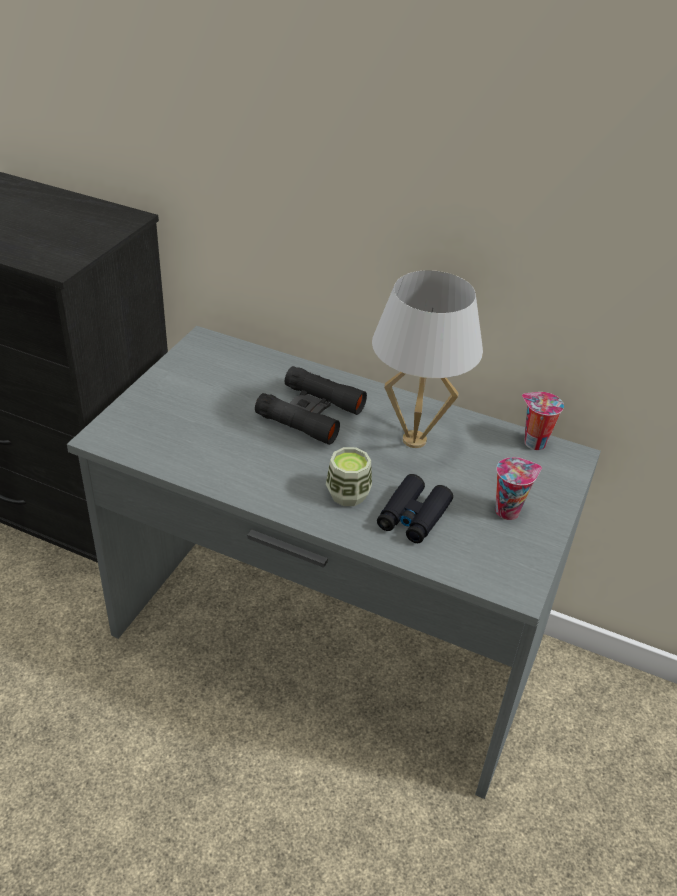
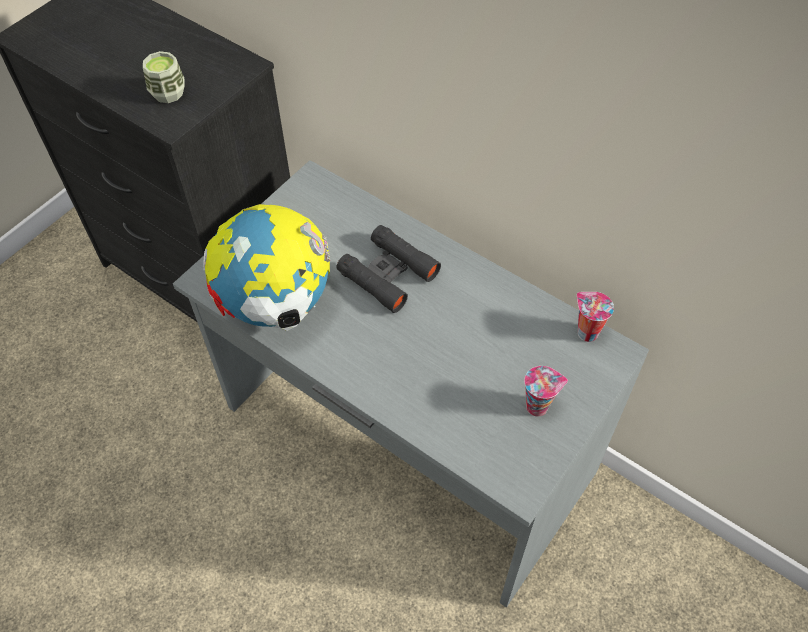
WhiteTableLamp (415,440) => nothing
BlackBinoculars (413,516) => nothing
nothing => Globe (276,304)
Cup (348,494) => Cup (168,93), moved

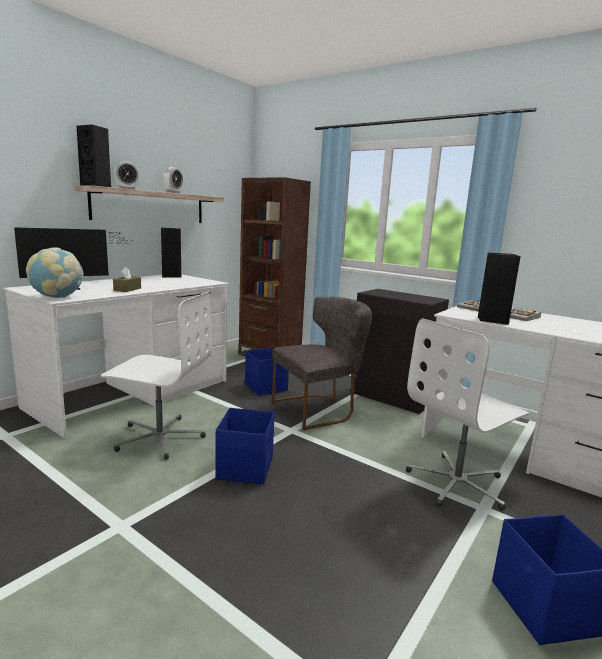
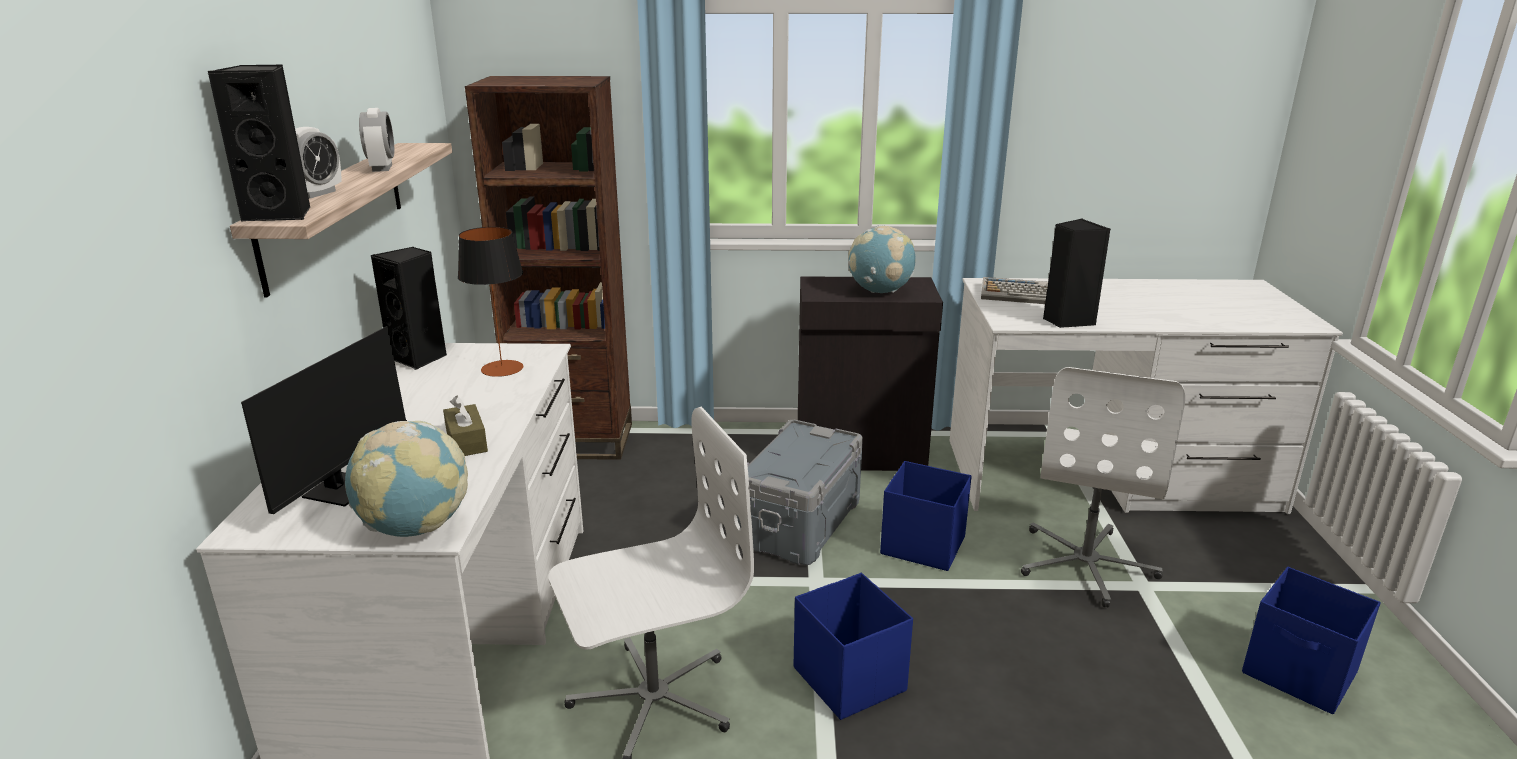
nothing => TableLamp (502,368)
nothing => Globe (880,291)
BlueStorageBox (266,387) => BlueStorageBox (922,545), moved
GreyChair (319,409) => GreyStorageBox (800,522)

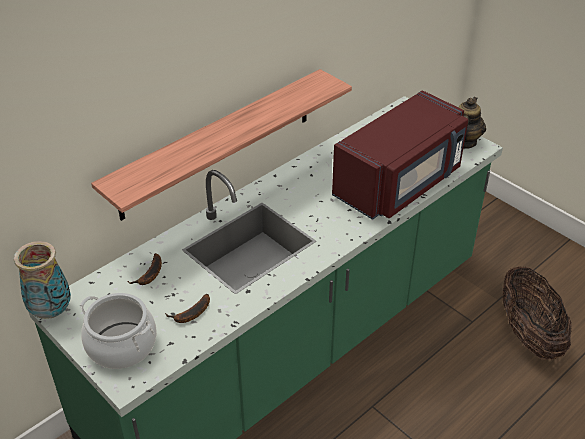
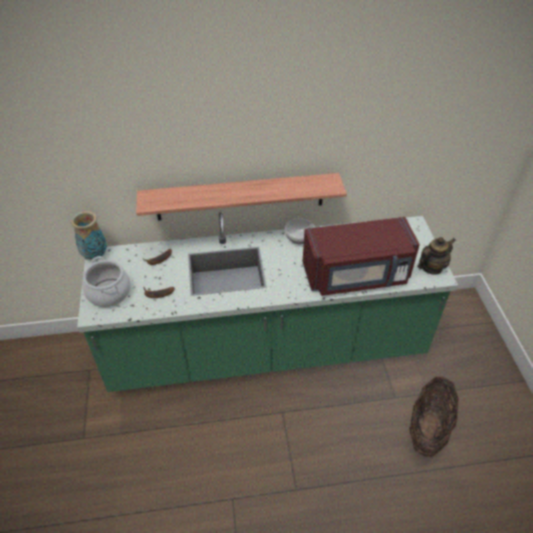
nothing => Bowl (299,238)

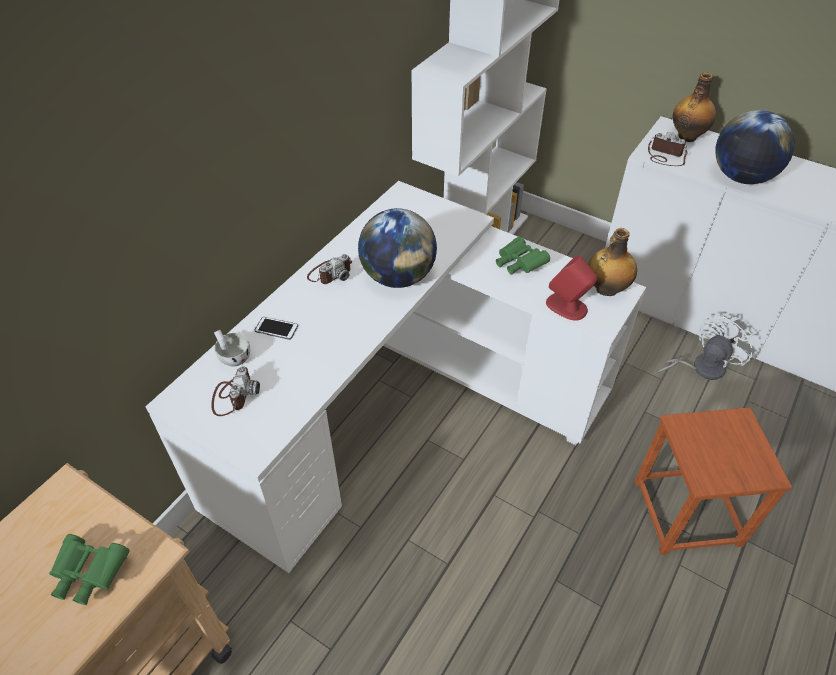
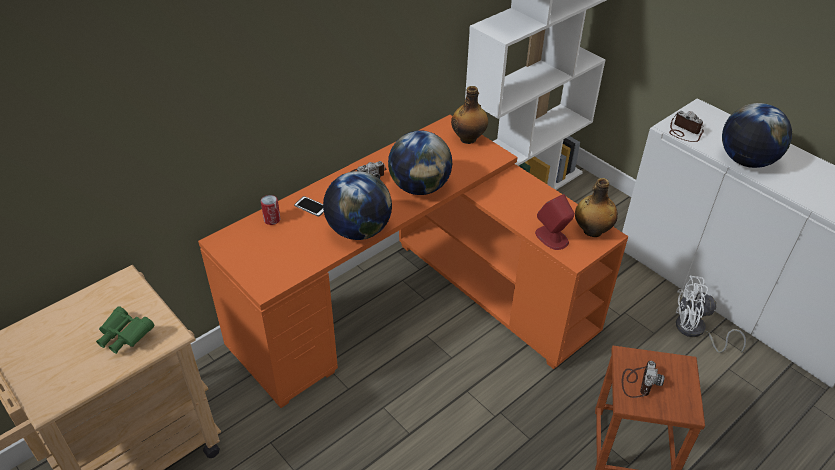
GreenBinoculars (518,264) => nothing
nothing => Globe (358,230)
PhotoCamera (233,396) => PhotoCamera (638,382), moved
Bottle (687,136) => Bottle (468,138), moved
WhiteCup (233,356) => Can (272,219)
WhiteDesk (402,408) => OrangeDesk (414,306)
WhiteFan (700,367) => WhiteFan (695,331), 150 degrees counterclockwise

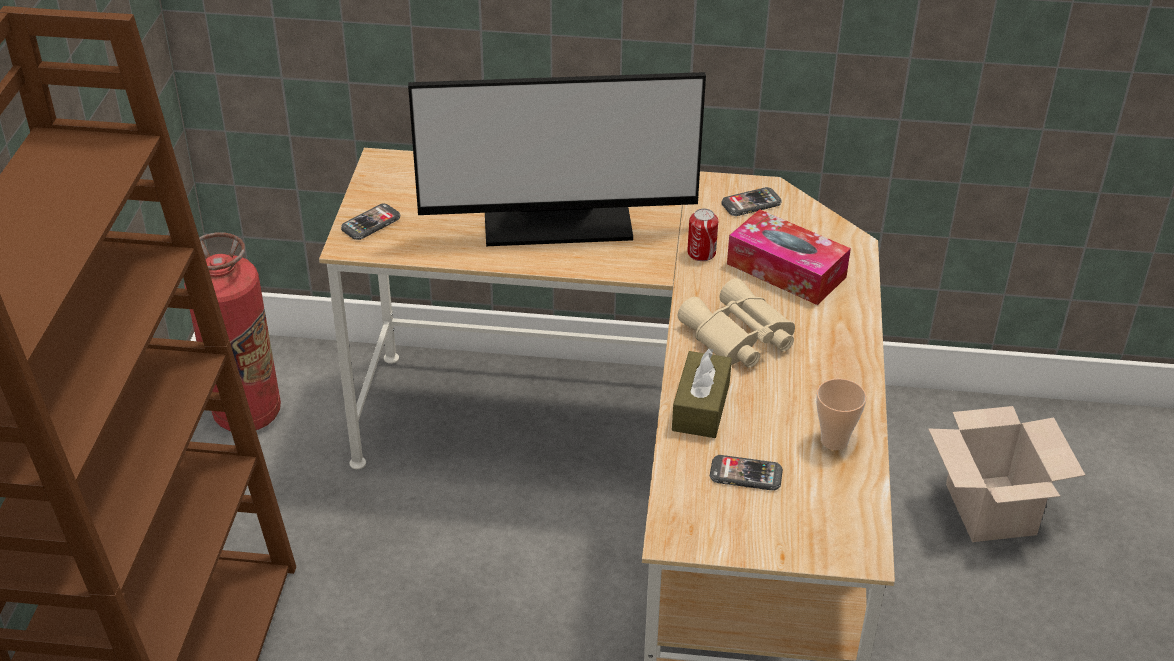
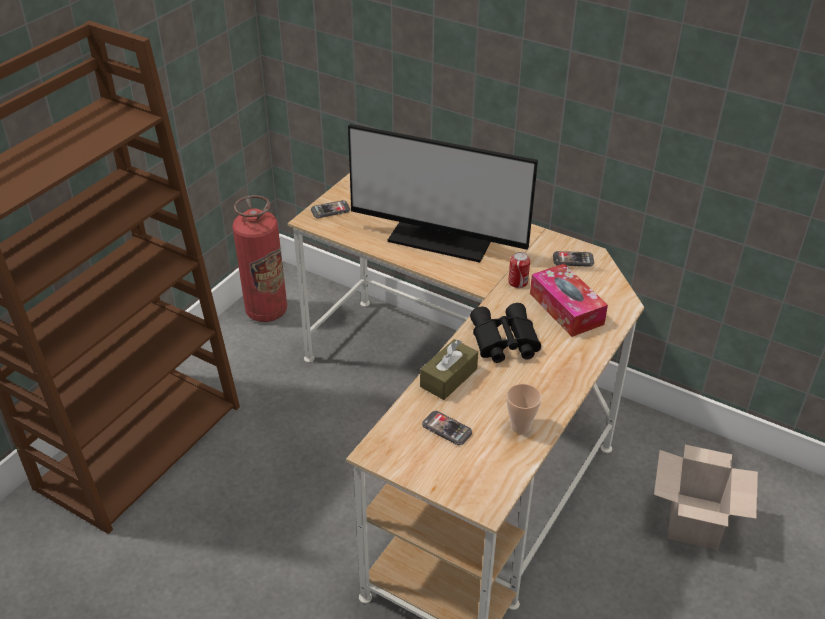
BeigeBinoculars (737,337) => BlackBinoculars (503,342)

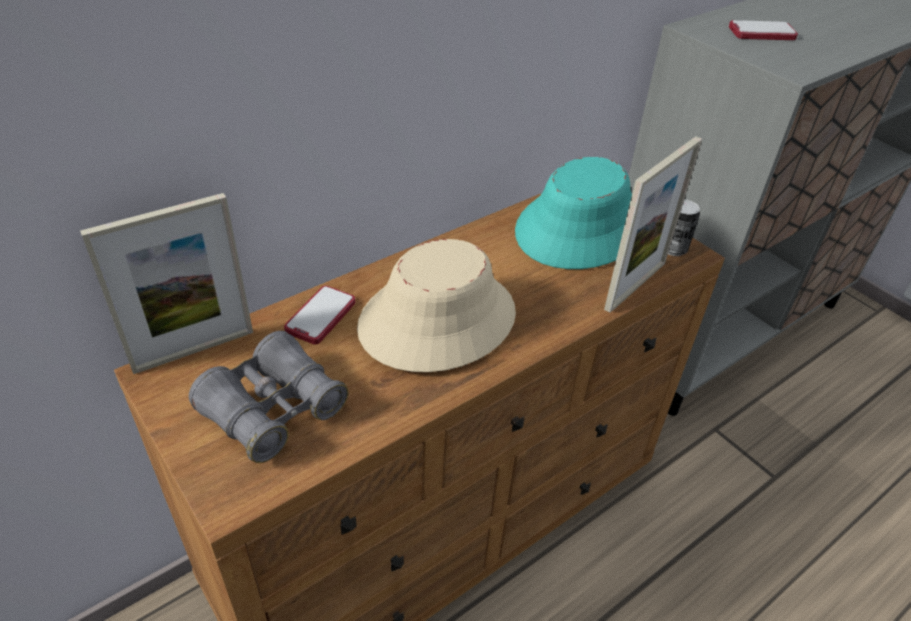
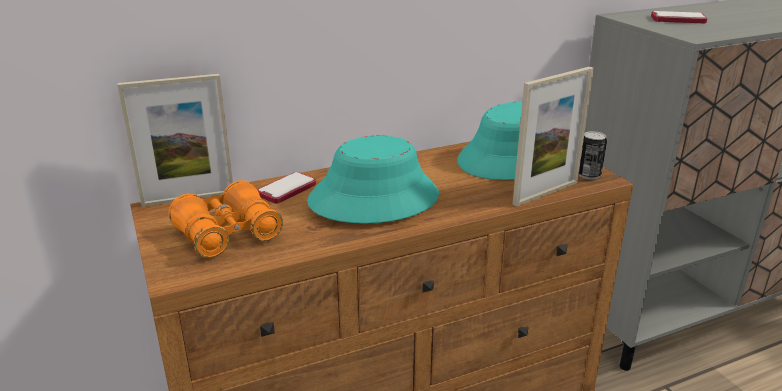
GreyBinoculars (273,410) => OrangeBinoculars (228,234)
BeigeHat (437,319) => TurquoiseHat (374,198)

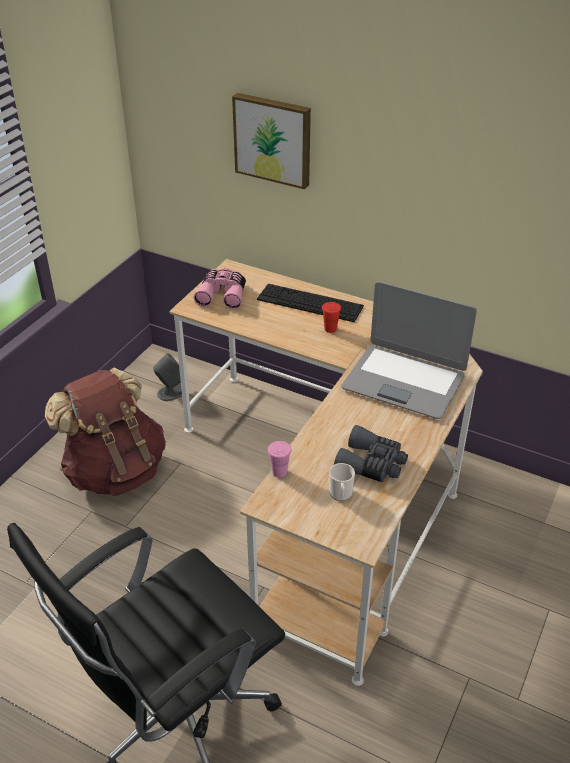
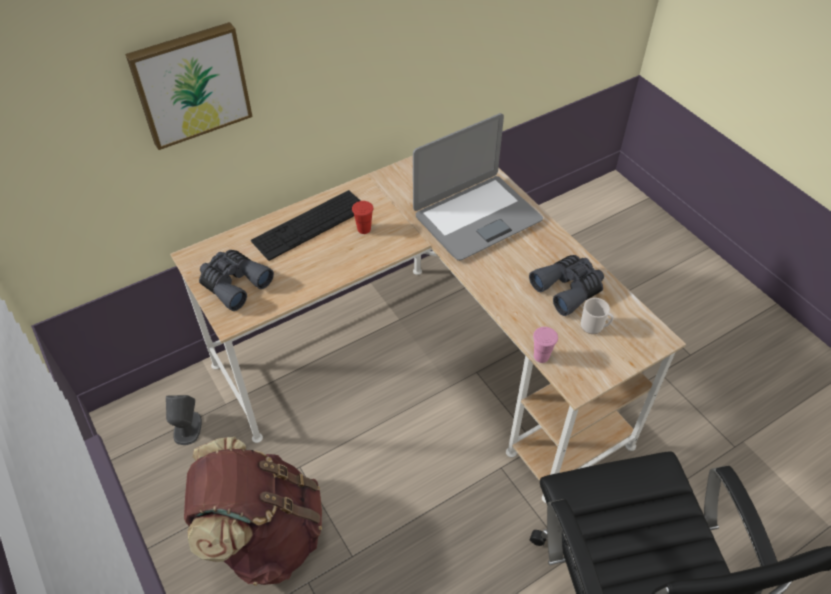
PinkBinoculars (222,294) => GreyBinoculars (234,283)

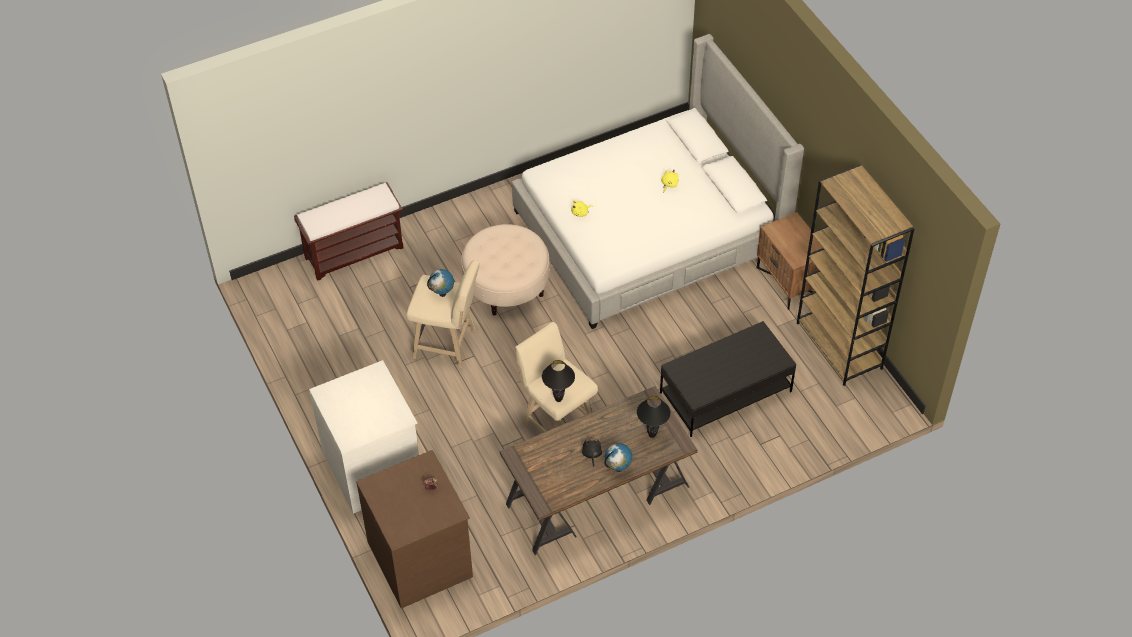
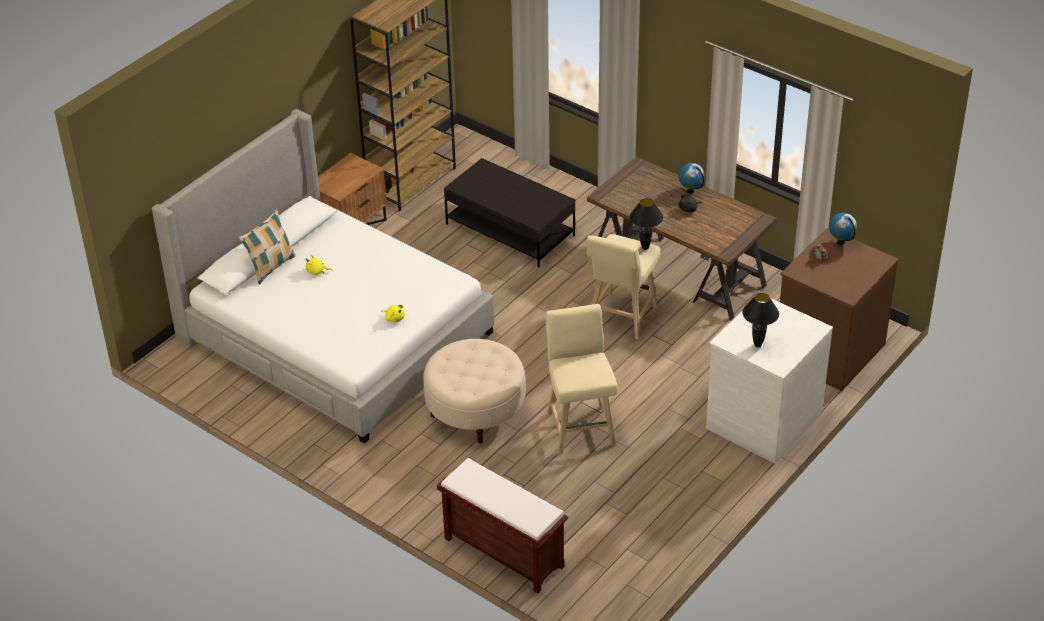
nothing => Pillow (271,267)
Globe (442,293) => Globe (841,242), moved
BlackTableLamp (652,435) => BlackTableLamp (757,345), moved

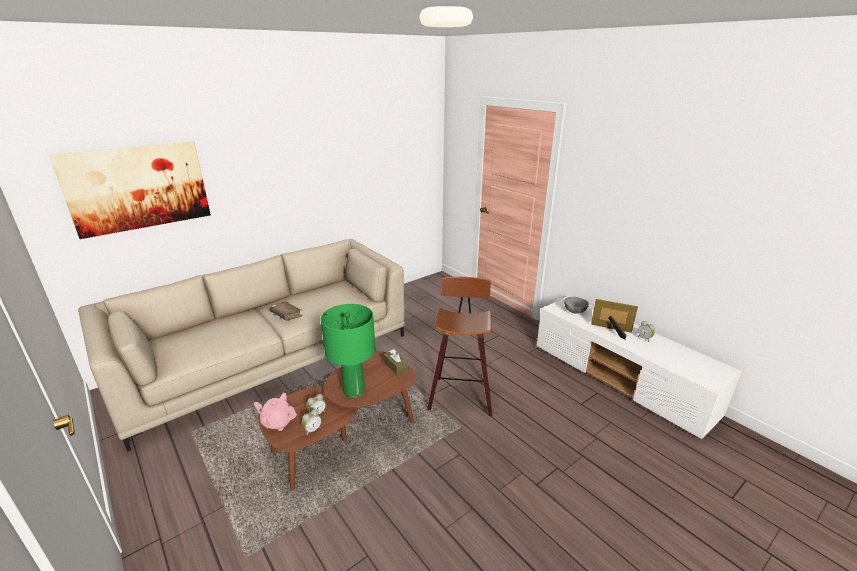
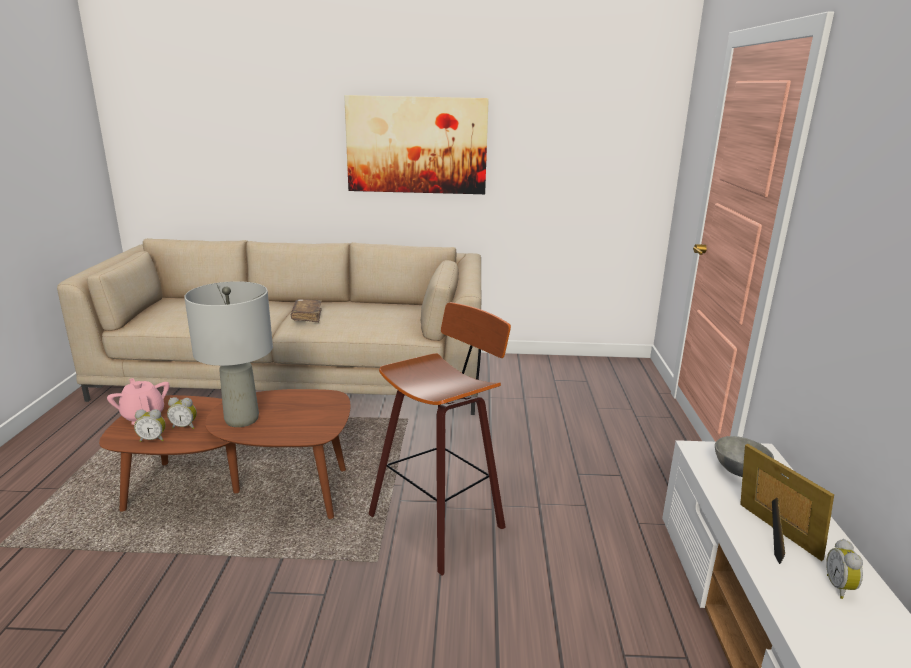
BrownTissueBox (396,366) => nothing
Picture (138,187) => Picture (416,145), moved
GreenTableLamp (353,391) => GreyTableLamp (241,419)

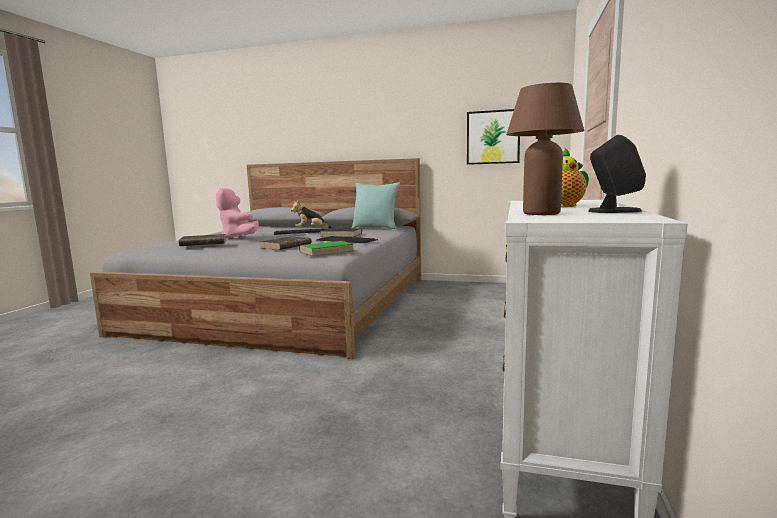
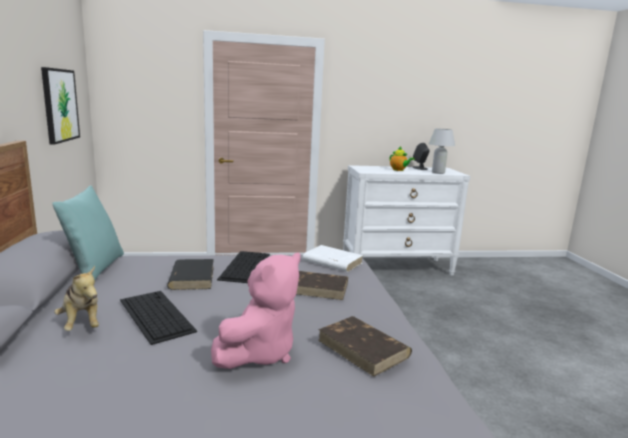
GreenBook (327,251) => WhiteBook (332,261)
BrownTableLamp (541,213) => WhiteTableLamp (438,173)

